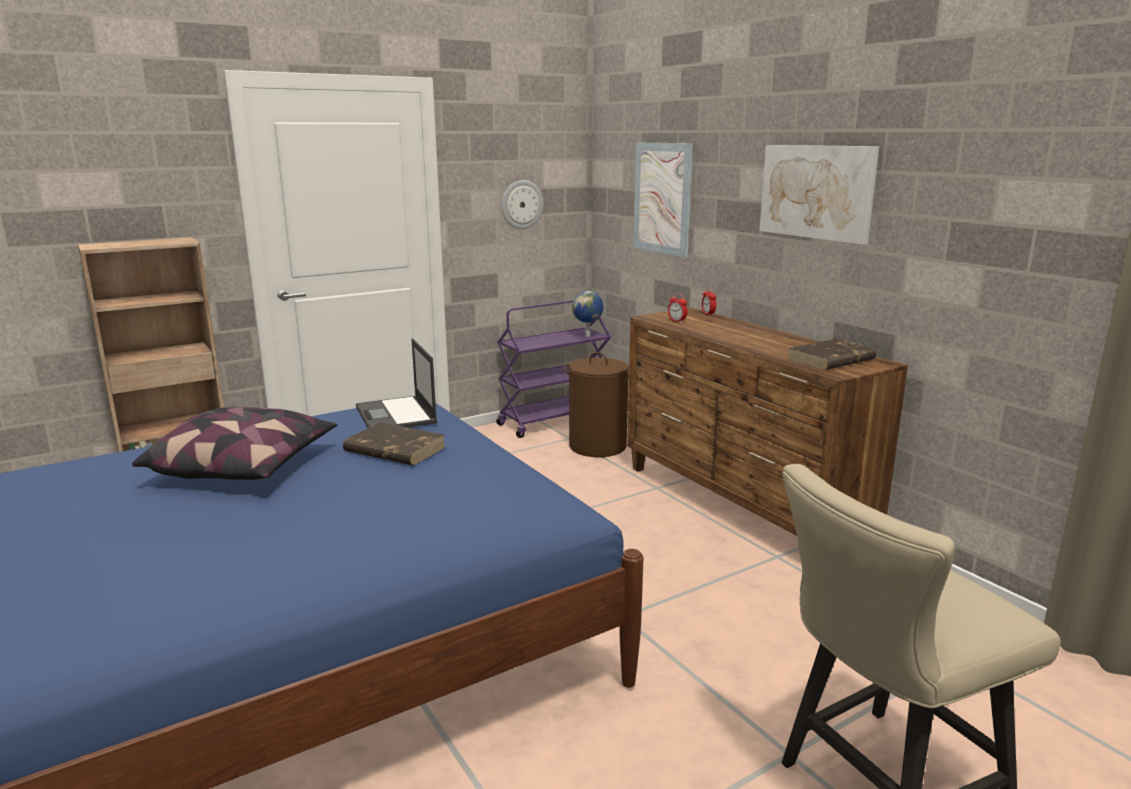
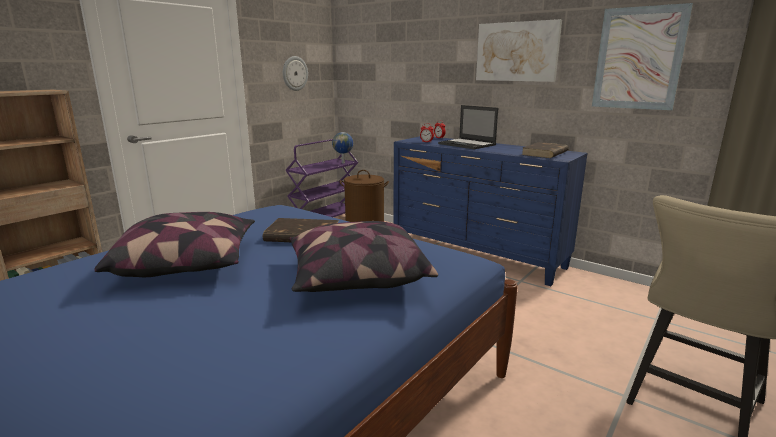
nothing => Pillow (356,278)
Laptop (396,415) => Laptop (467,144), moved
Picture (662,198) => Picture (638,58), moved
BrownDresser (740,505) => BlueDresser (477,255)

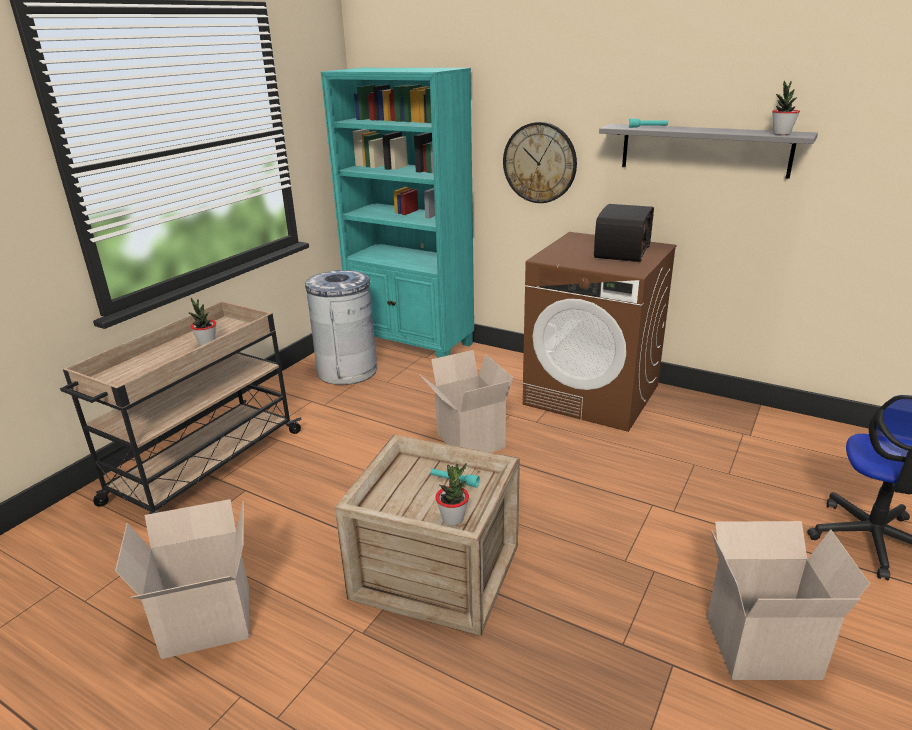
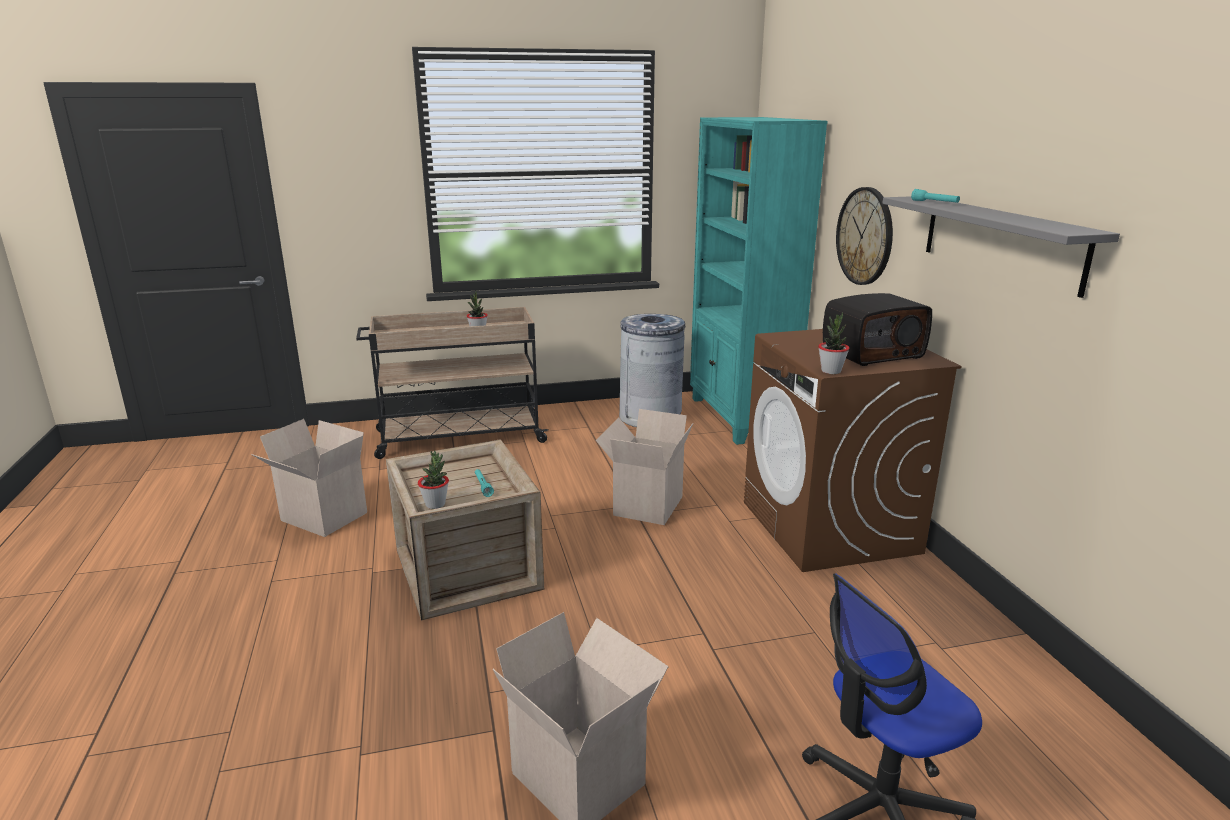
PottedPlant (781,133) => PottedPlant (831,371), moved

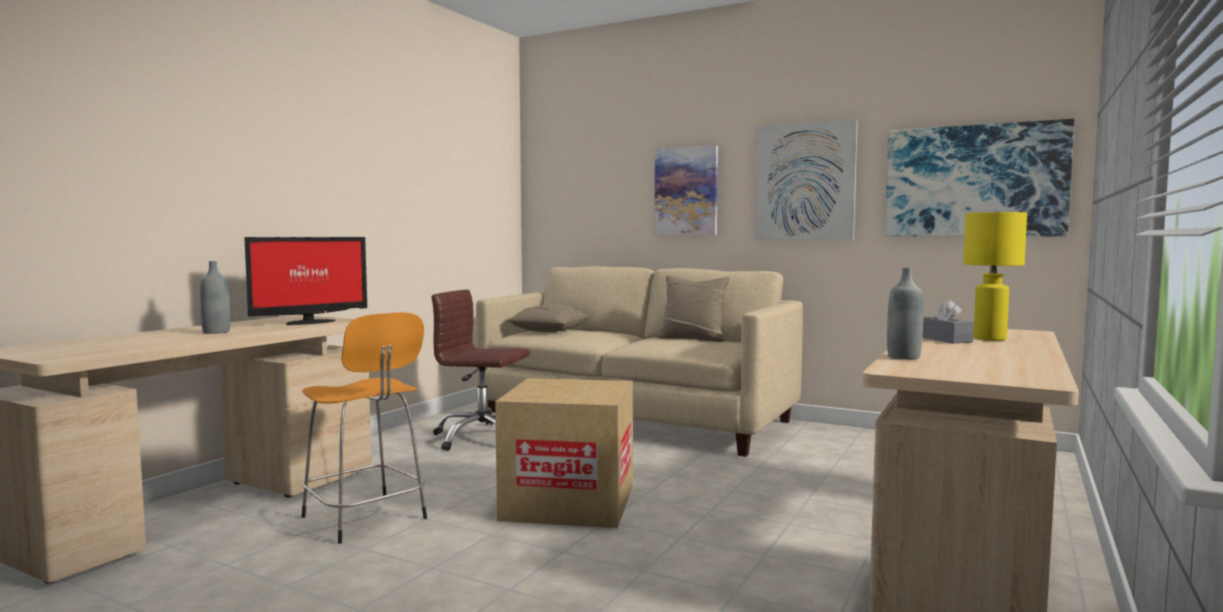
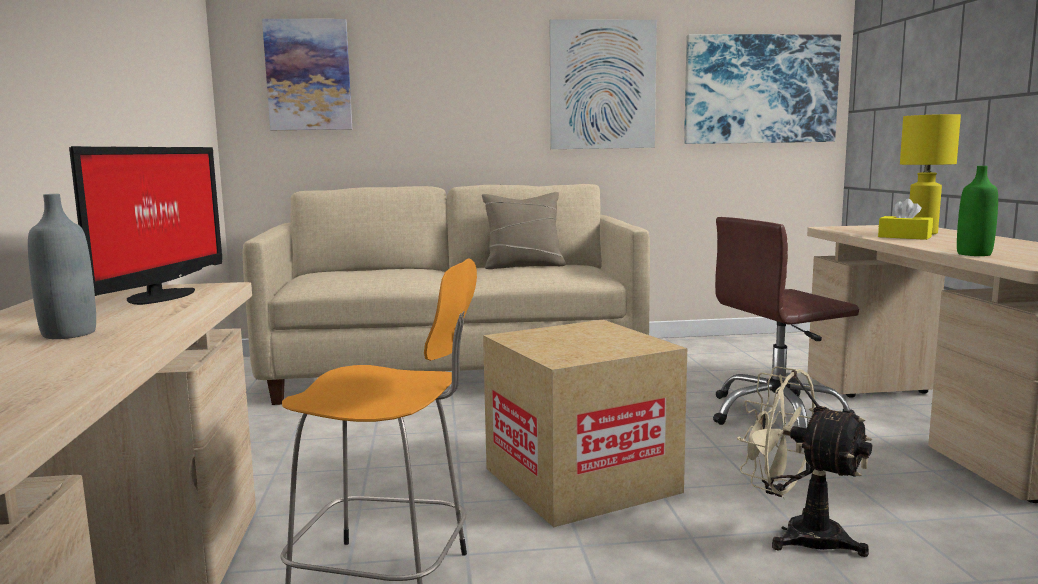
BeigePillow (550,330) => nothing
nothing => BeigeFan (798,534)
BrownOfficeChair (482,438) => BrownOfficeChair (777,414), moved
Picture (686,191) => Picture (308,75), moved
GreyBottle (903,357) => GreenBottle (974,254)
GreyTissueBox (945,339) => YellowTissueBox (904,237)

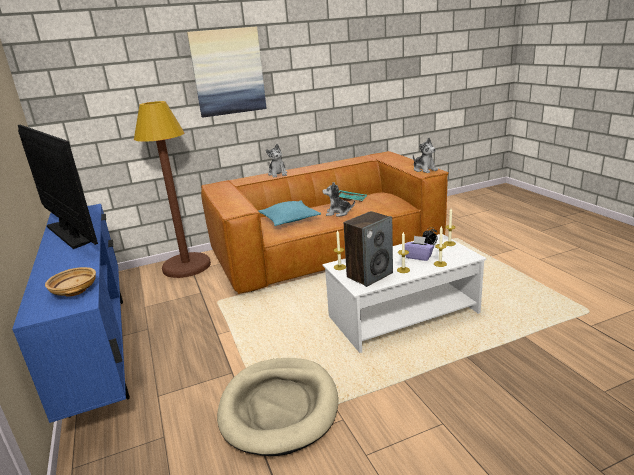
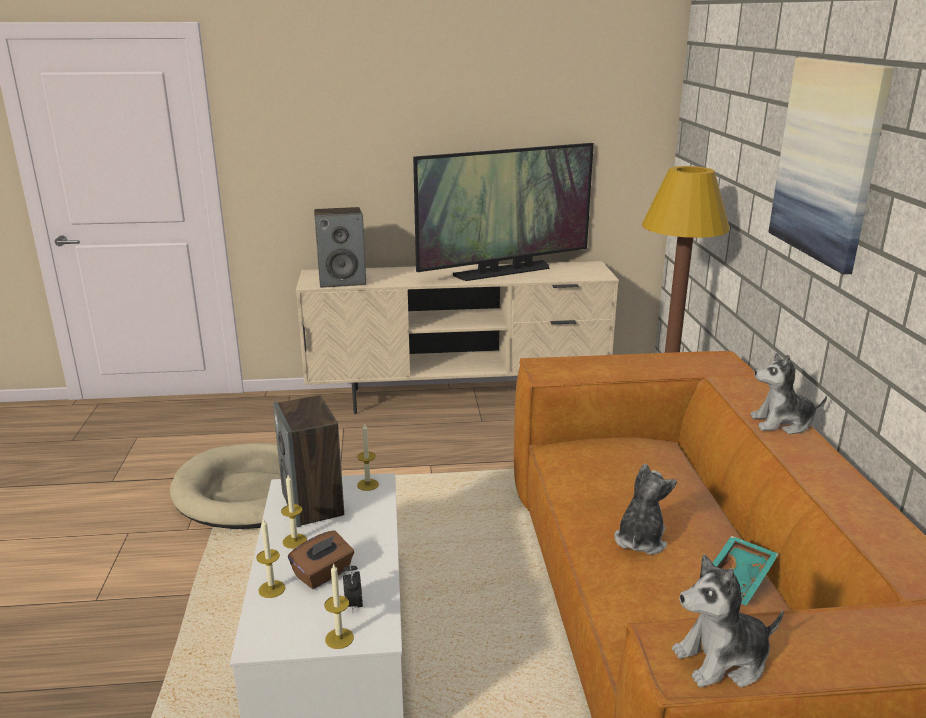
TurquoisePillow (289,219) => nothing
BeigeBowl (74,291) => Speaker (342,281)
BlueTvStand (100,349) => BeigeTvStand (459,397)
PurpleTissueBox (418,256) => BrownTissueBox (323,574)

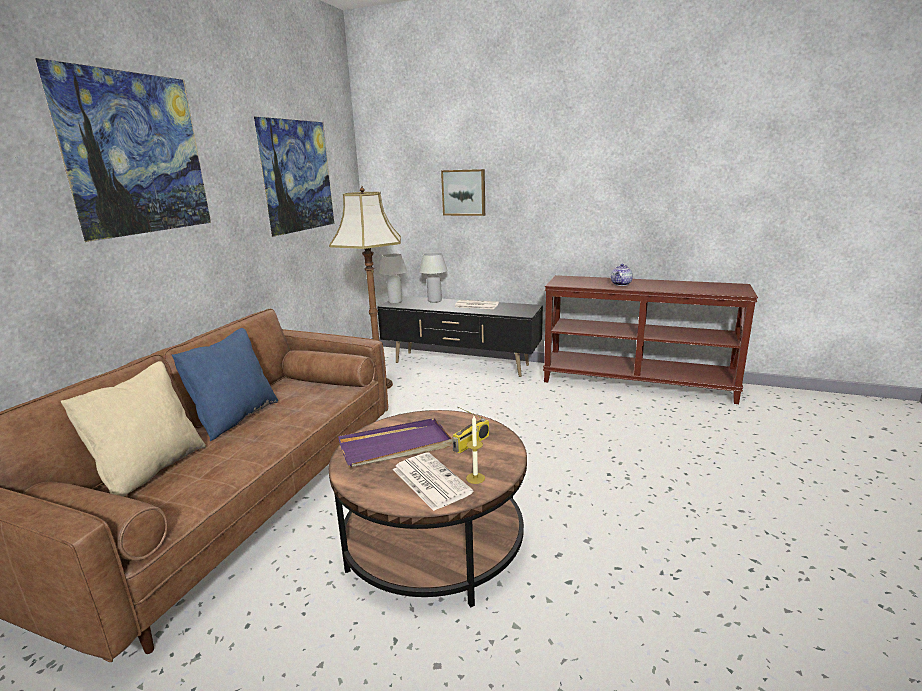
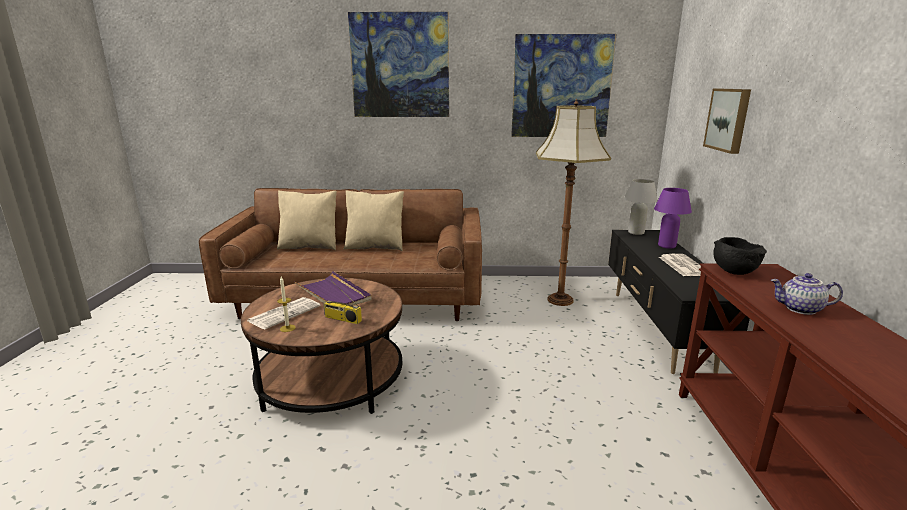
nothing => BlackBowl (732,272)
BluePillow (235,418) => BeigePillow (375,247)
WhiteTableLamp (434,301) => PurpleTableLamp (667,246)

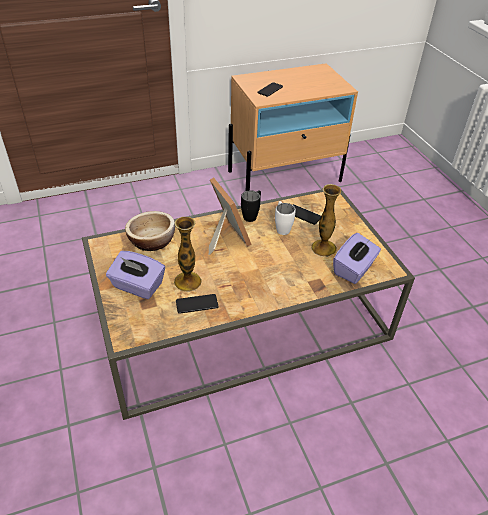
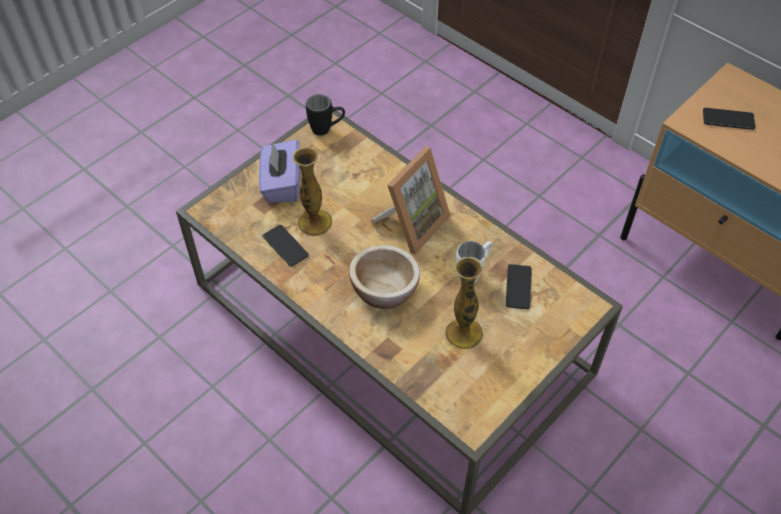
PurpleTissueBox (354,269) => nothing
Bowl (152,241) => Bowl (384,289), moved
BlackMug (252,215) => BlackMug (327,129), moved

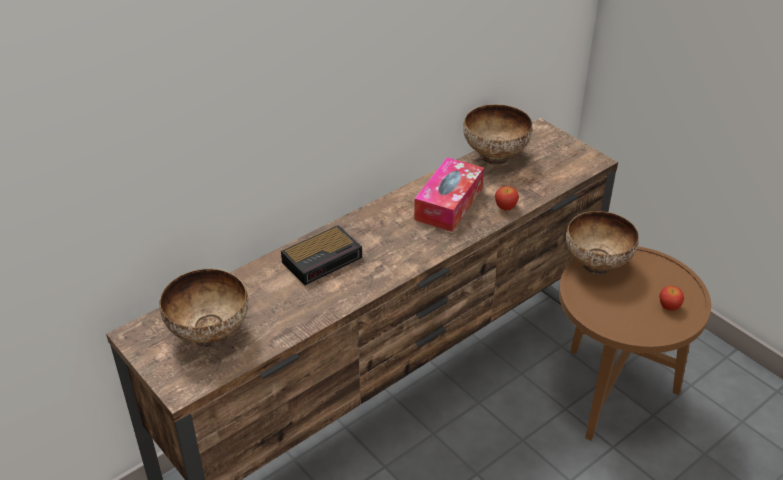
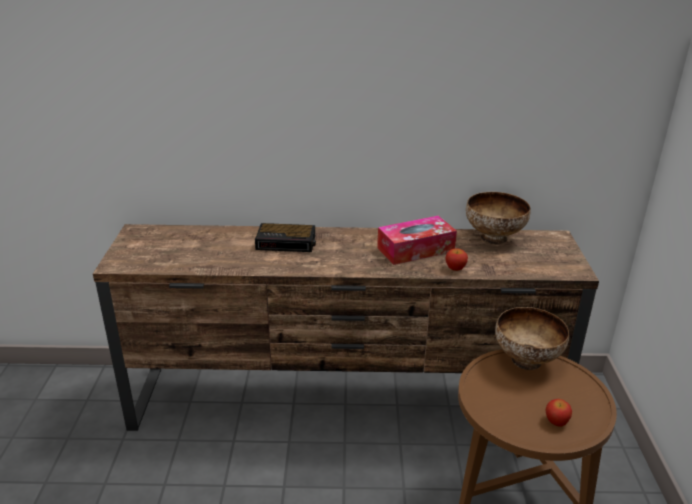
Bowl (208,334) => nothing

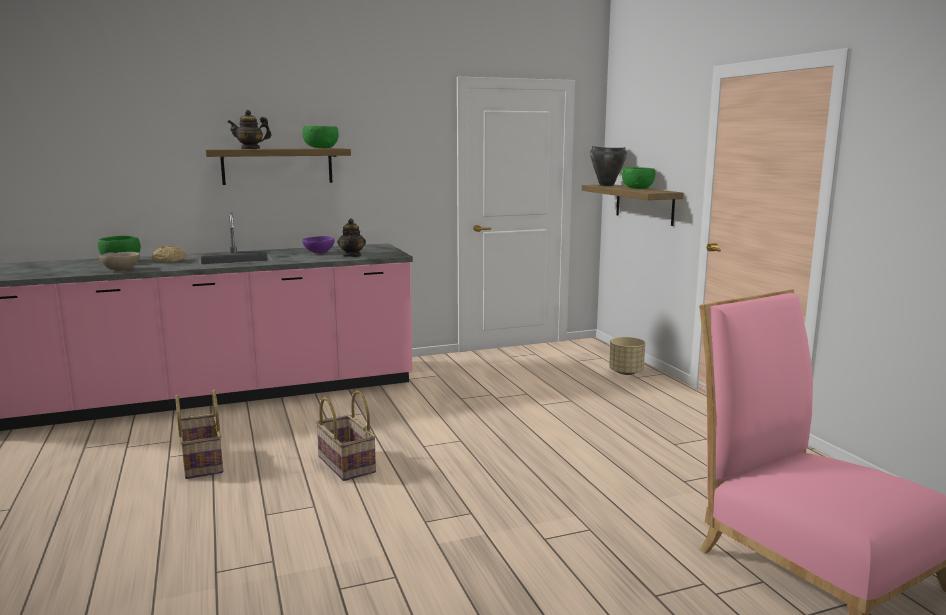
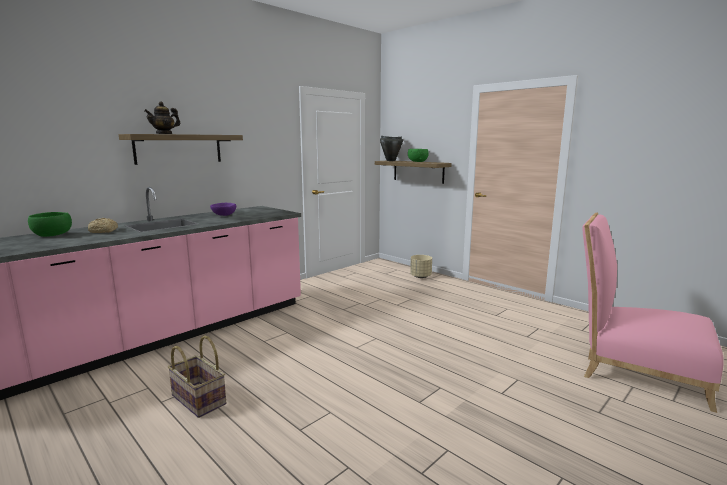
BeigeBowl (121,270) => nothing
GreenBowl (320,148) => nothing
Basket (345,464) => nothing
Teapot (352,255) => nothing

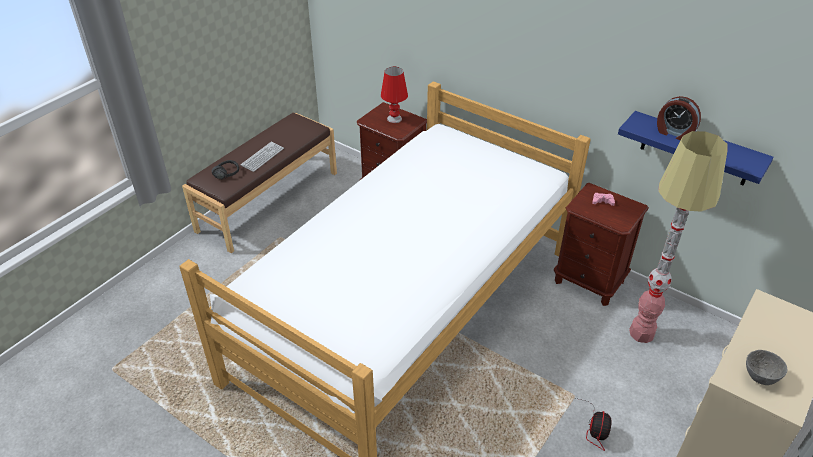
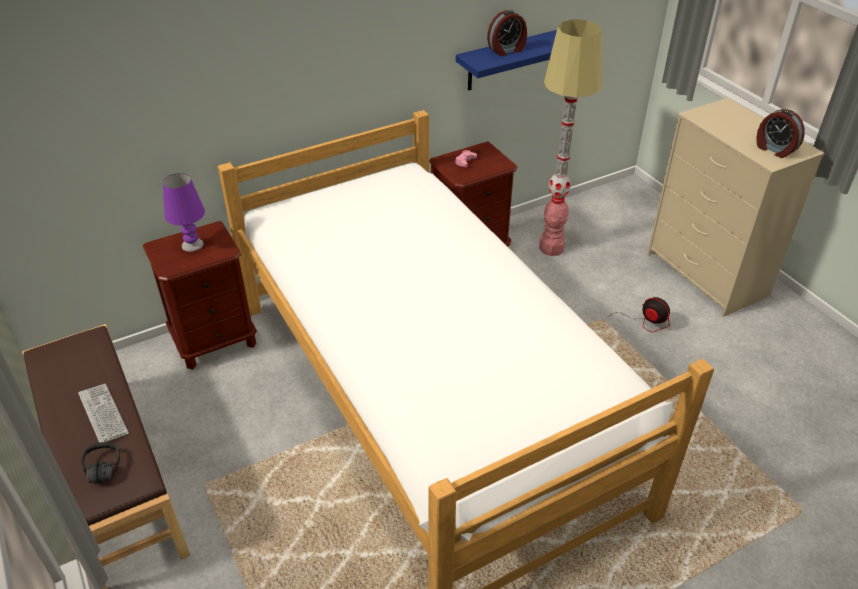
GreyBowl (760,378) => AlarmClock (774,149)
RedTableLamp (394,118) => PurpleTableLamp (192,245)

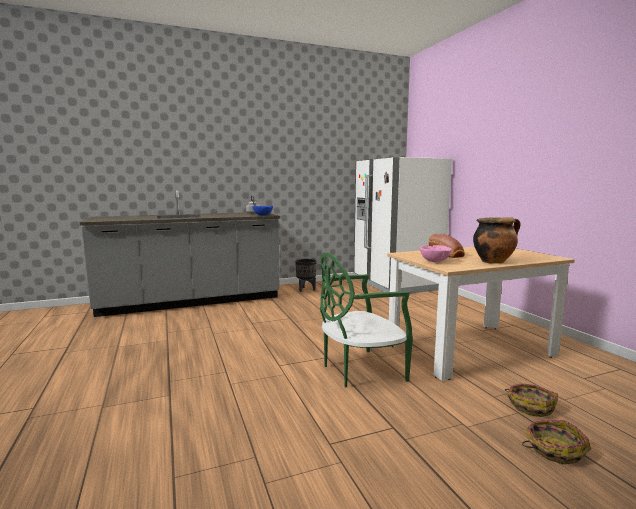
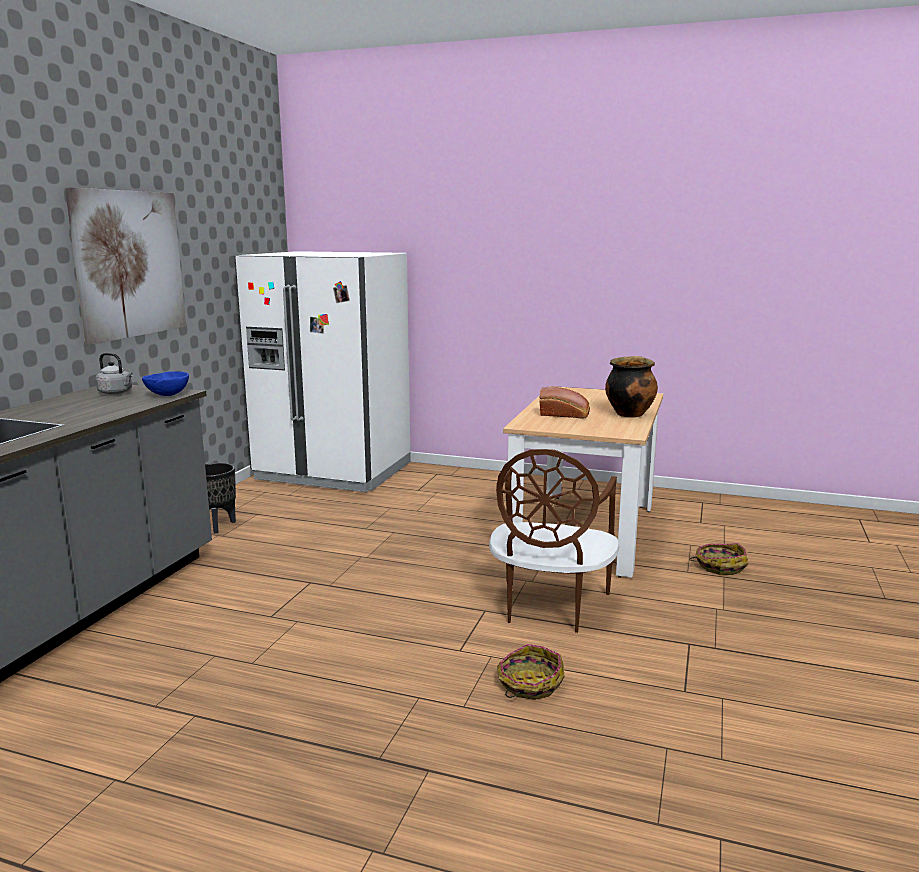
PinkBowl (434,261) => nothing
nothing => Picture (130,264)
Basket (553,449) => Basket (529,684), moved
GreenChair (360,370) => BrownChair (549,606)

